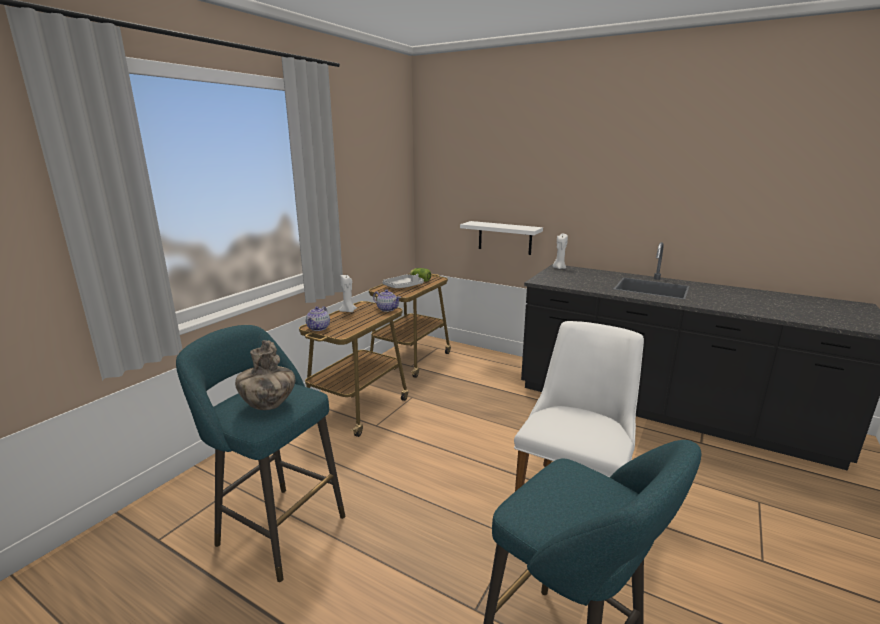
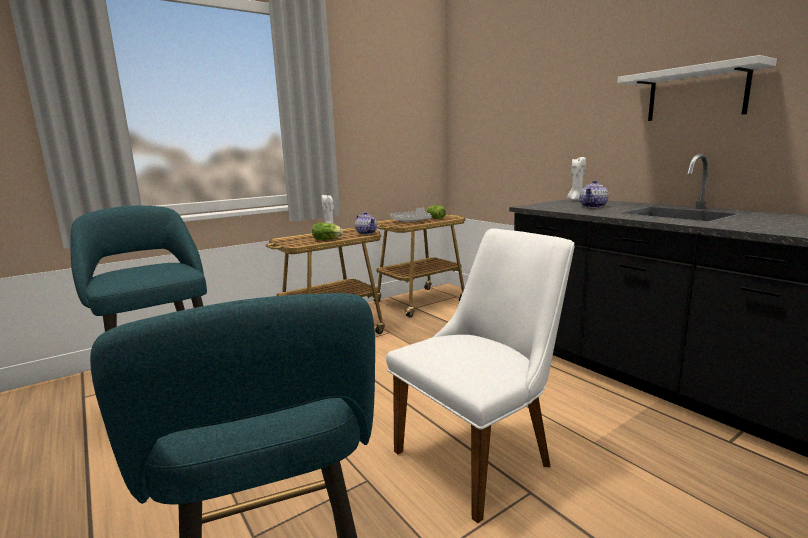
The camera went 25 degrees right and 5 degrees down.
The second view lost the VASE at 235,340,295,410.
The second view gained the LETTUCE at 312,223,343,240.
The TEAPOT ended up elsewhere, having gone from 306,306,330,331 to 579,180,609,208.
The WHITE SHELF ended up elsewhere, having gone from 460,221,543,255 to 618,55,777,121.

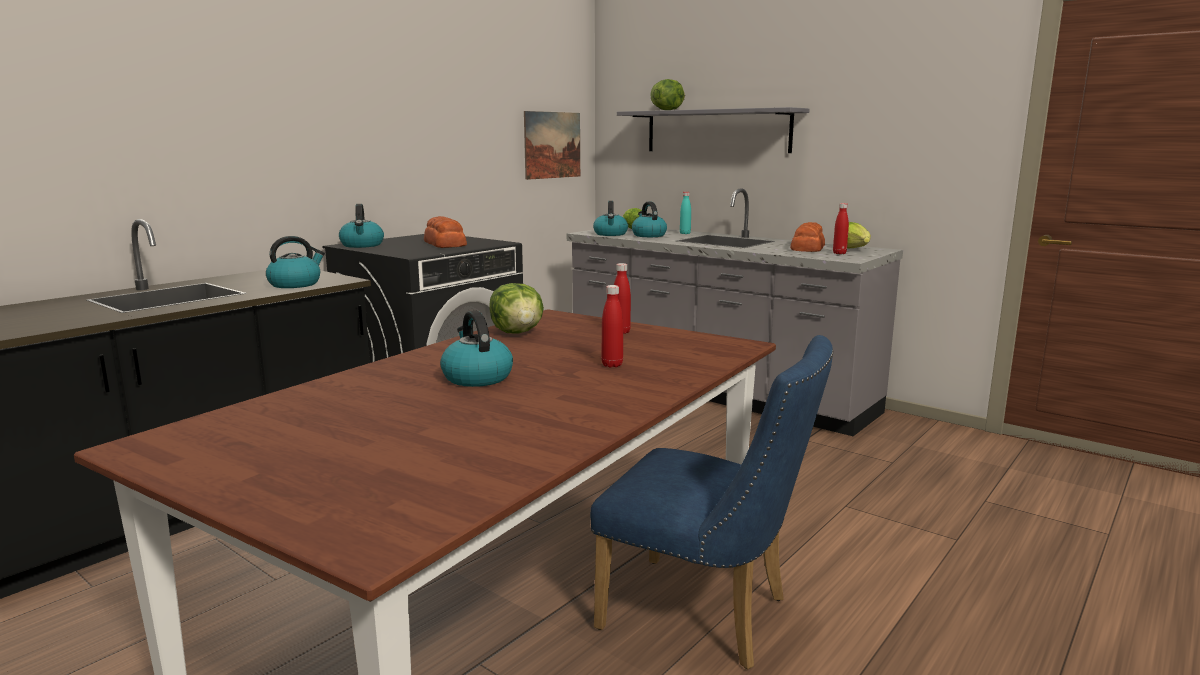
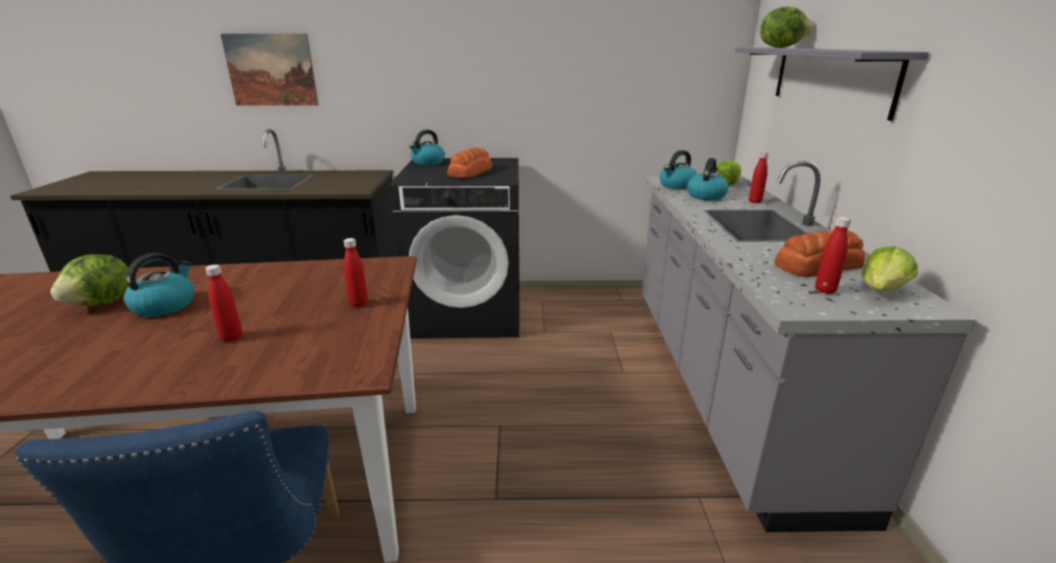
The camera went 50 degrees right and 10 degrees up.
The second view lost the KETTLE at 266,236,325,288.
The LETTUCE ended up elsewhere, having gone from 489,283,544,334 to 50,254,128,306.
The PICTURE ended up elsewhere, having gone from 524,111,580,180 to 221,34,319,106.
What was the TURQUOISE BOTTLE at 680,192,691,234 turned into the RED BOTTLE at 749,152,768,203.

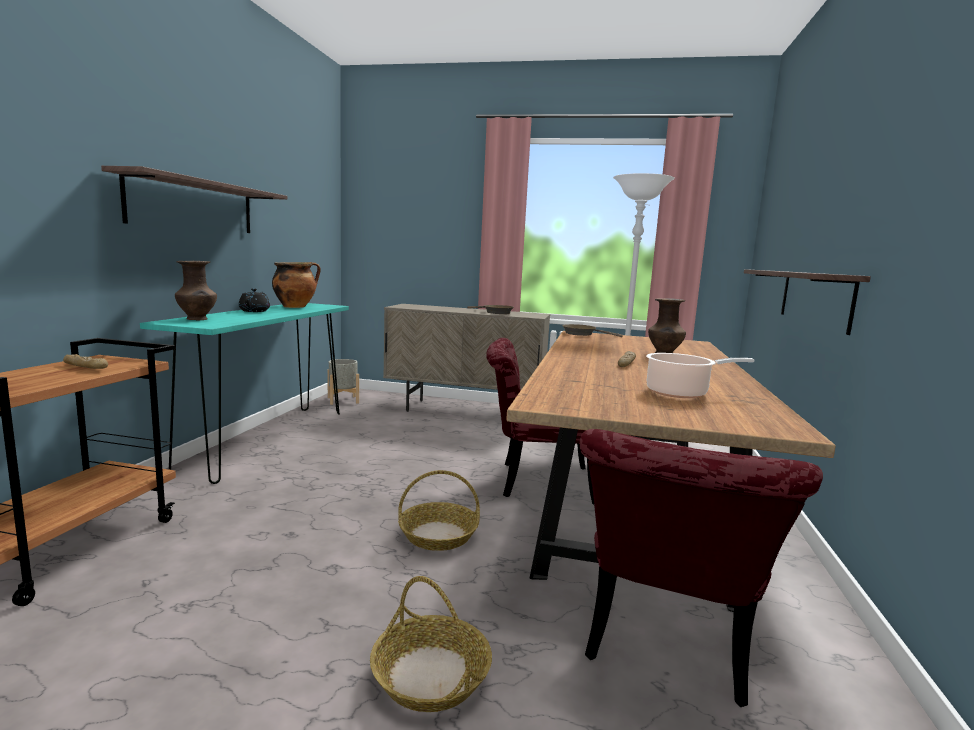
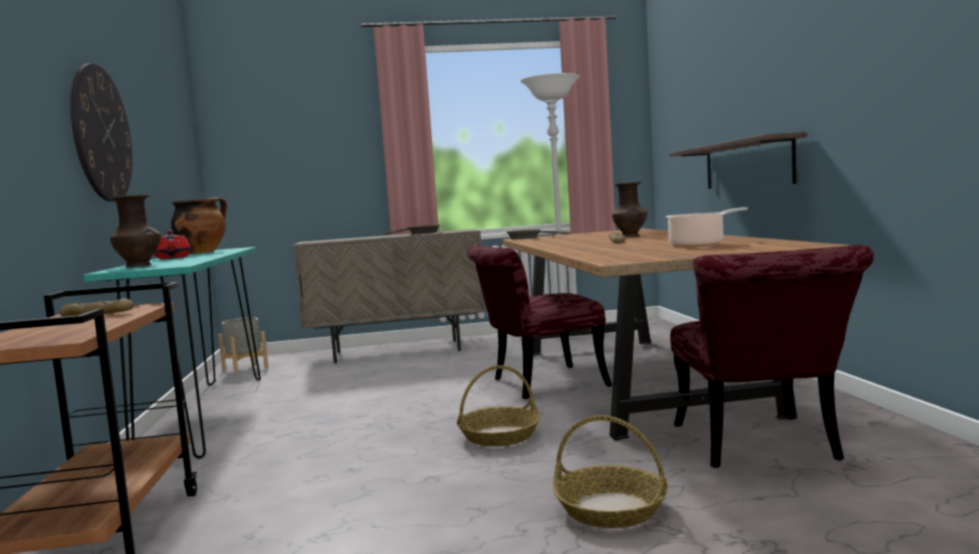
The camera went 20 degrees left and 5 degrees down.
Where the SHELF hung at 101,166,288,233, the WALL CLOCK came to hang at 70,63,133,202.
What was the BLACK TEAPOT at 239,289,270,312 turned into the RED TEAPOT at 153,231,191,259.

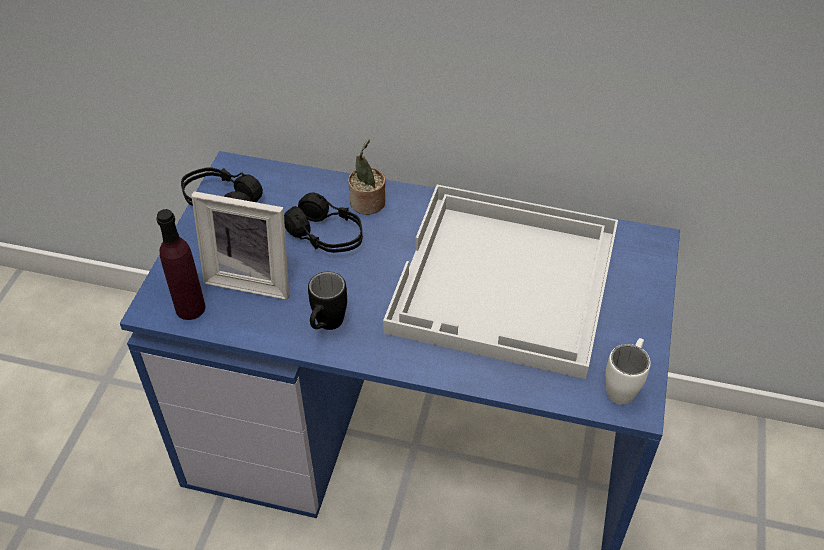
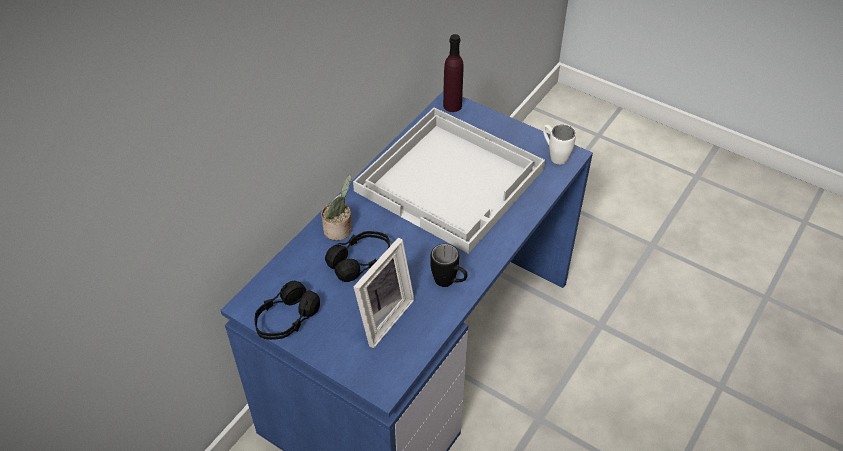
The camera went 70 degrees left and 0 degrees up.
The PURPLE BOTTLE ended up elsewhere, having gone from 156,209,205,320 to 443,34,464,112.

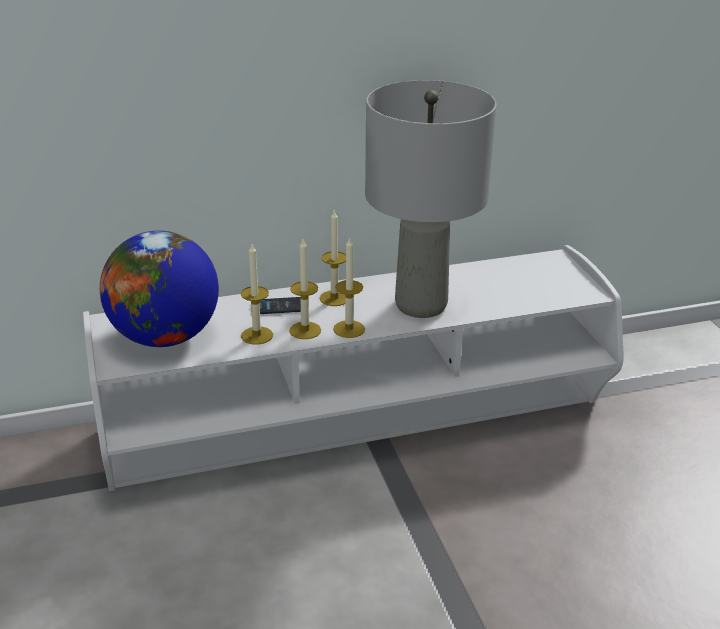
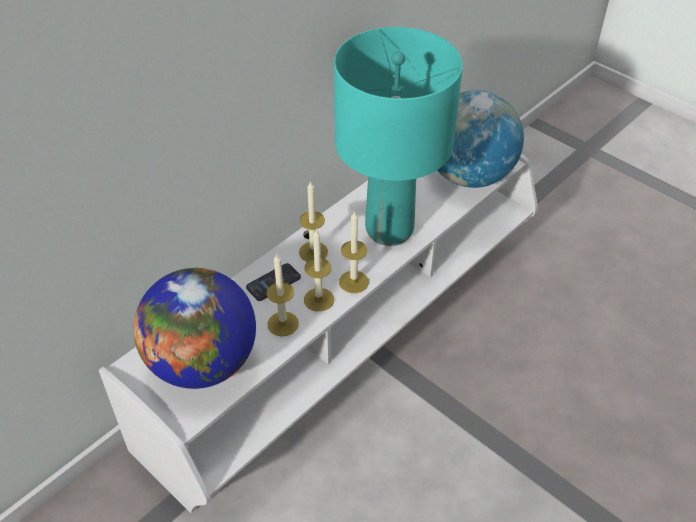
The camera went 30 degrees left and 15 degrees up.
The second view gained the GLOBE at 437,90,524,188.
What was the GREY TABLE LAMP at 365,80,497,318 turned into the TURQUOISE TABLE LAMP at 334,27,463,246.

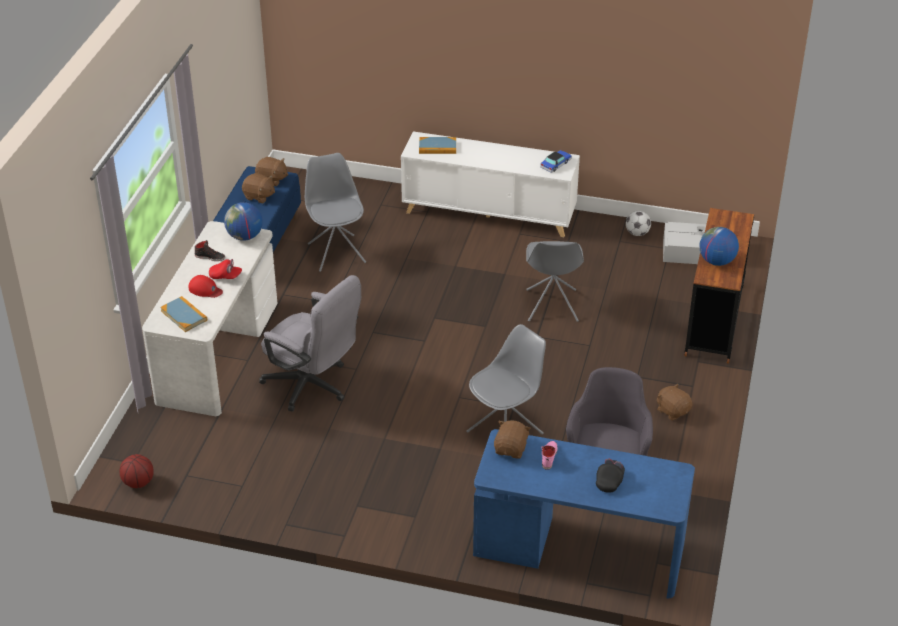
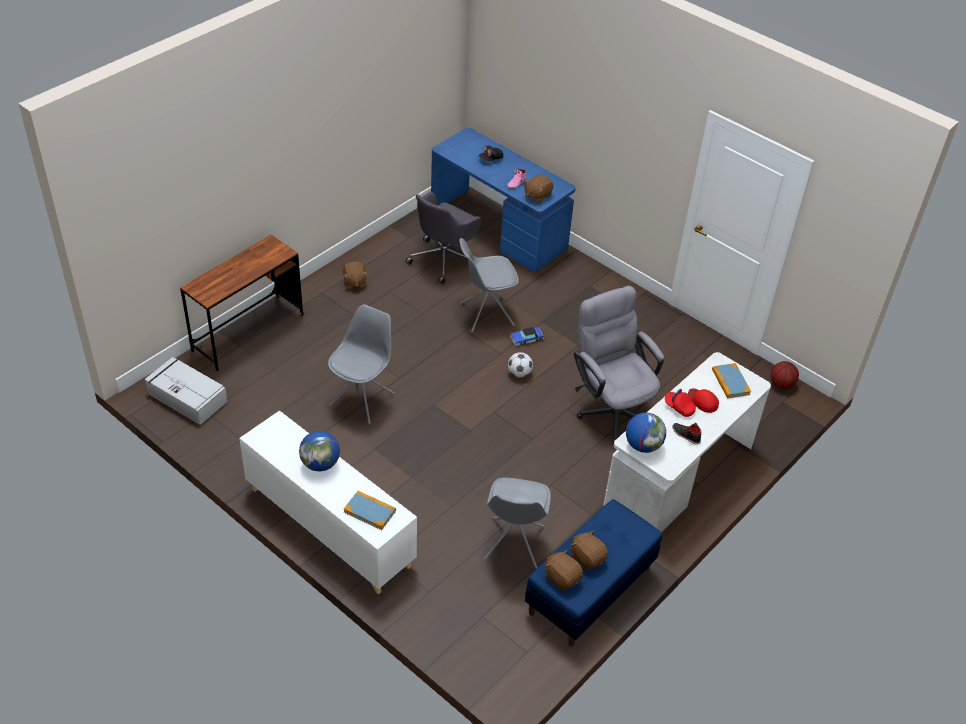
The camera went 155 degrees left and 5 degrees up.
The TOY CAR ended up elsewhere, having gone from 540,150,572,173 to 510,327,544,346.
The FOOTBALL ended up elsewhere, having gone from 626,211,651,236 to 508,352,533,378.
The GLOBE ended up elsewhere, having gone from 700,227,739,266 to 299,431,340,471.

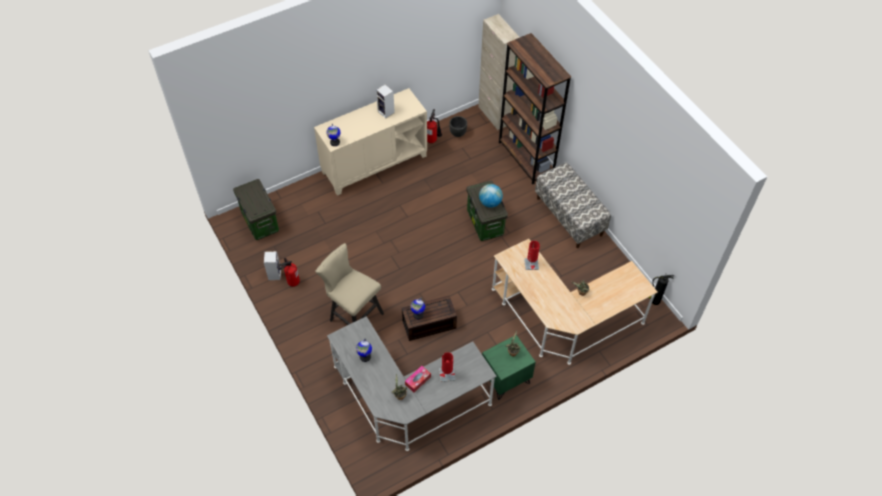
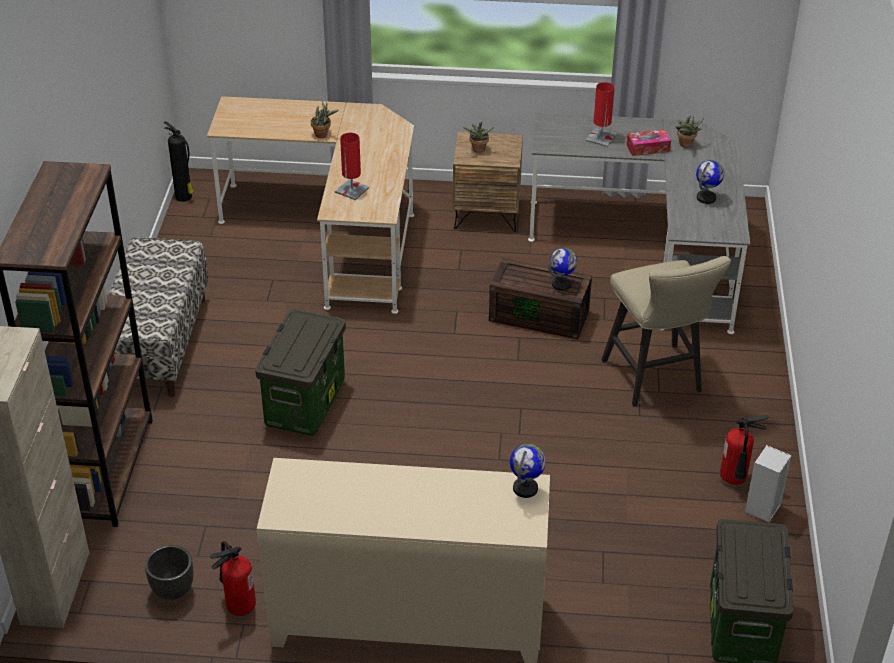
The camera went 145 degrees left and 15 degrees down.
The second view lost the SPEAKER at 376,84,395,119.
The second view lost the GLOBE at 479,184,503,208.
What was the GREEN NIGHTSTAND at 482,335,536,400 turned into the BROWN NIGHTSTAND at 453,132,523,232.

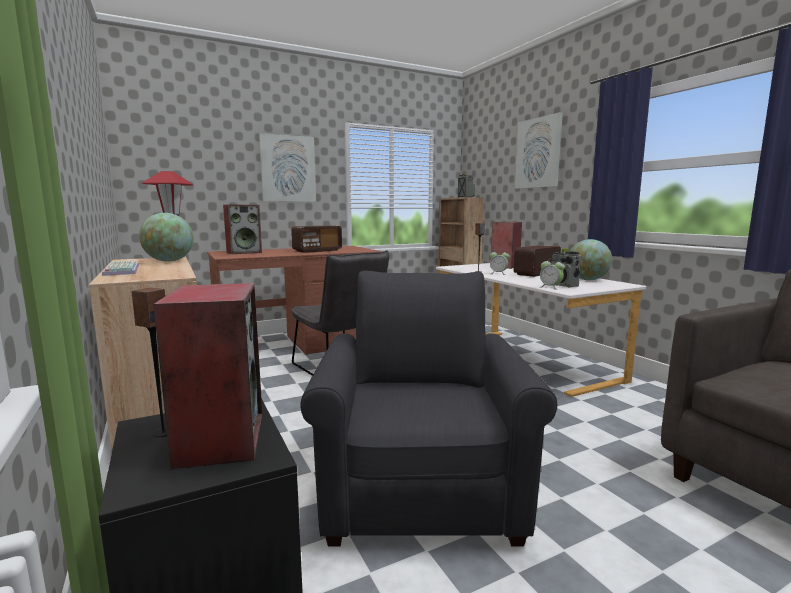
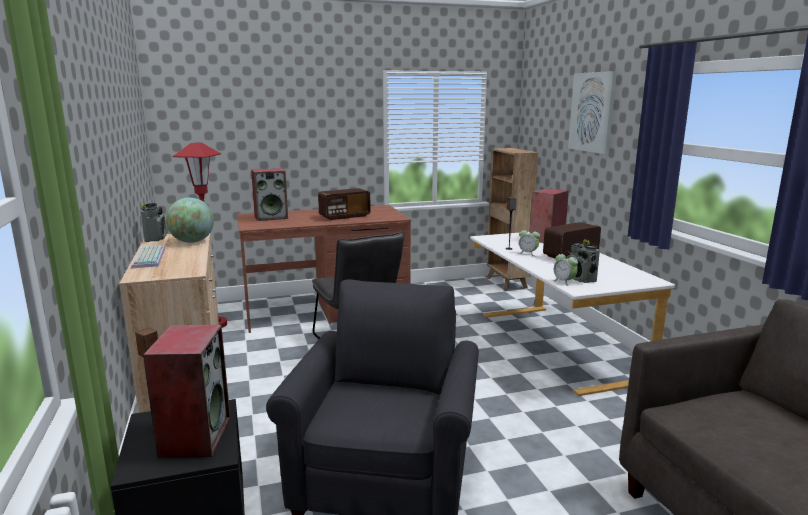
The camera went 10 degrees right and 5 degrees up.
The second view lost the PICTURE at 259,133,316,202.
The second view lost the GLOBE at 570,239,612,280.
The RADIO ended up elsewhere, having gone from 458,173,475,197 to 141,203,167,242.

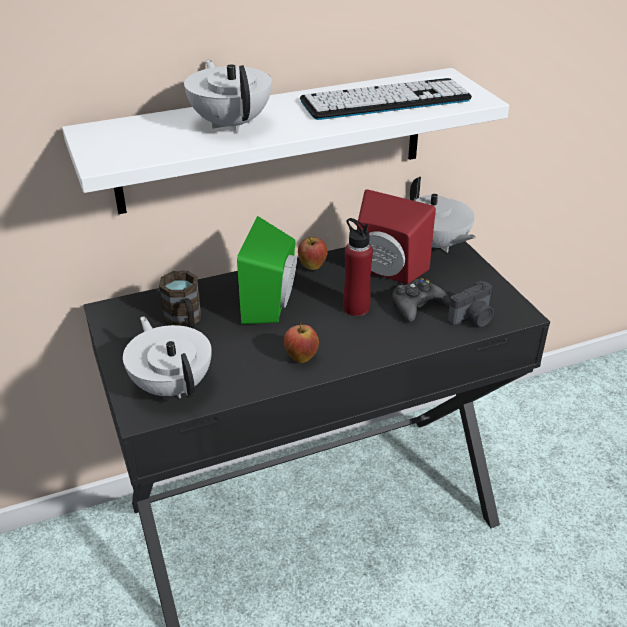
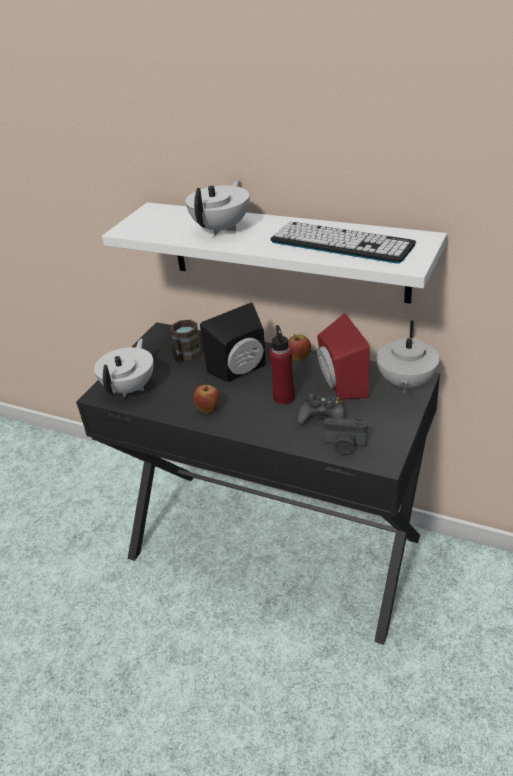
The camera went 50 degrees right and 0 degrees up.
What was the GREEN SPEAKER at 237,216,297,324 turned into the BLACK SPEAKER at 200,303,266,382.

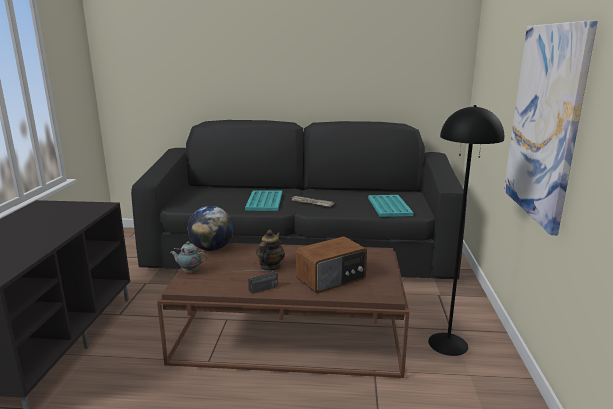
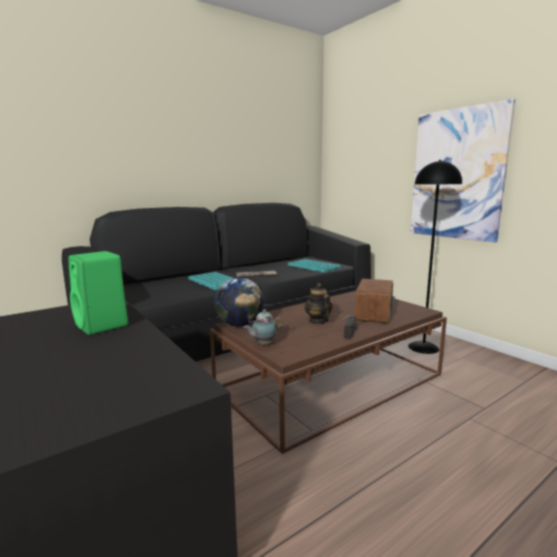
The camera went 40 degrees left and 5 degrees down.
The second view gained the GREEN SPEAKER at 68,251,128,335.

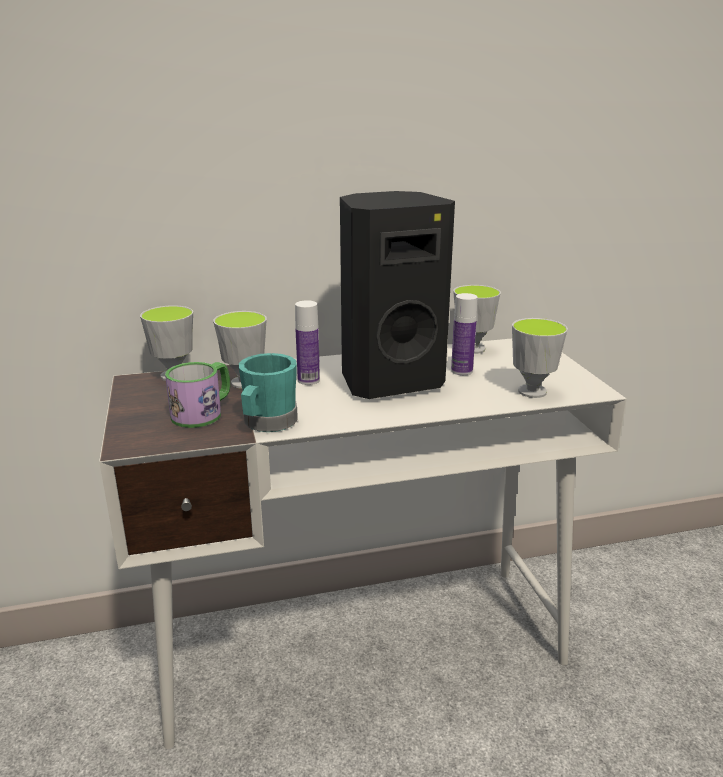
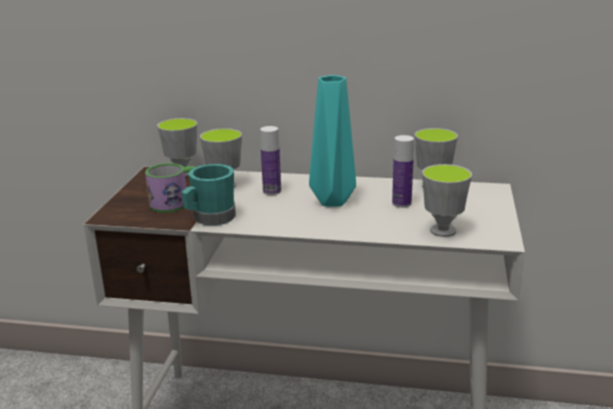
The camera went 25 degrees right and 0 degrees up.
Where the BLACK SPEAKER stood at 340,191,455,399, the TURQUOISE VASE came to stand at 309,75,356,207.

